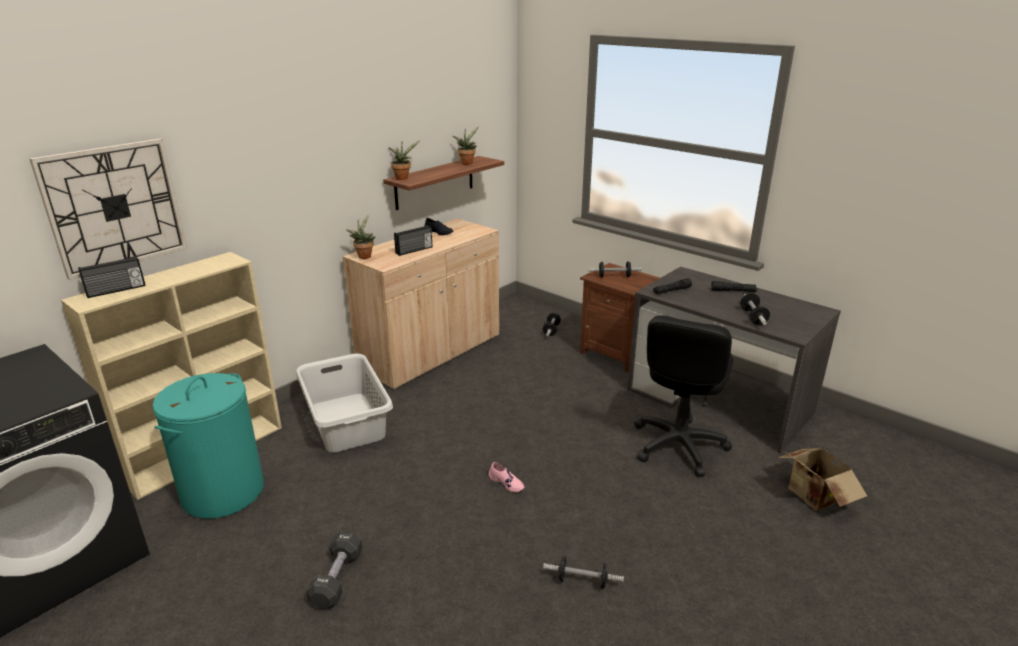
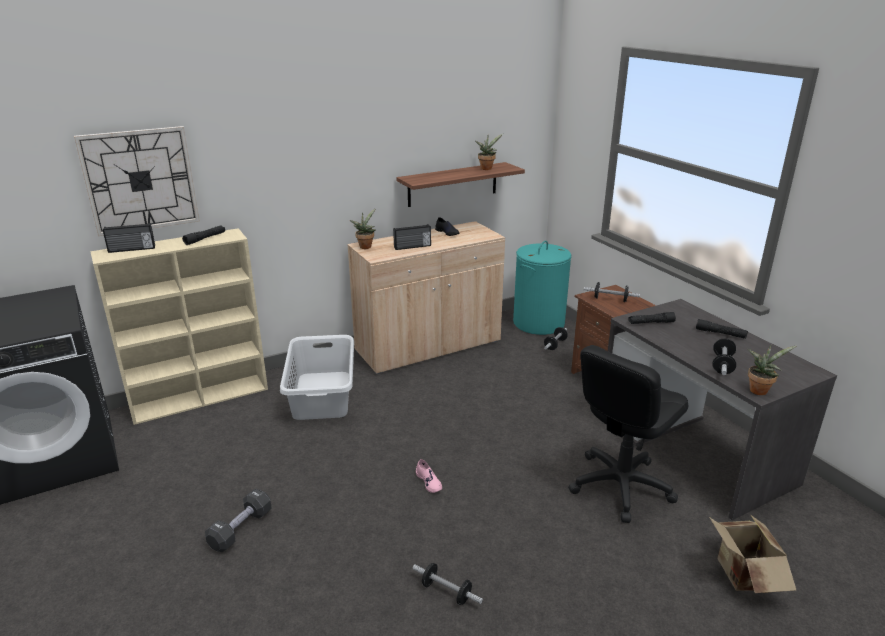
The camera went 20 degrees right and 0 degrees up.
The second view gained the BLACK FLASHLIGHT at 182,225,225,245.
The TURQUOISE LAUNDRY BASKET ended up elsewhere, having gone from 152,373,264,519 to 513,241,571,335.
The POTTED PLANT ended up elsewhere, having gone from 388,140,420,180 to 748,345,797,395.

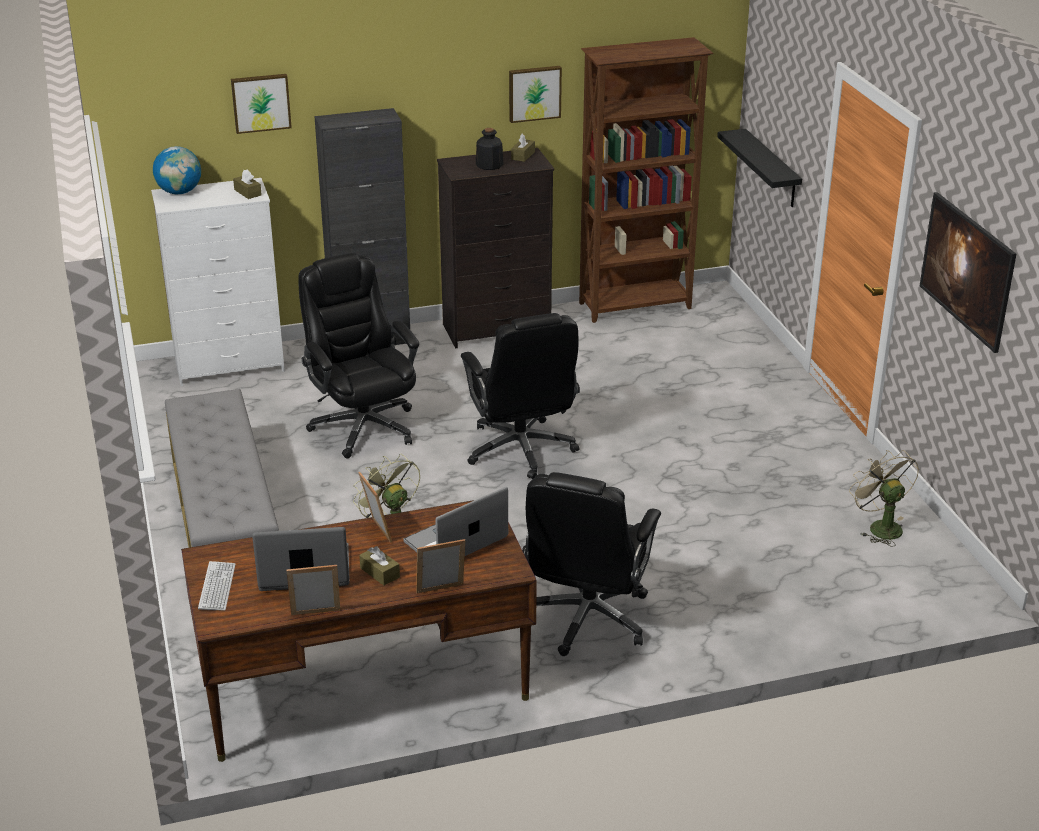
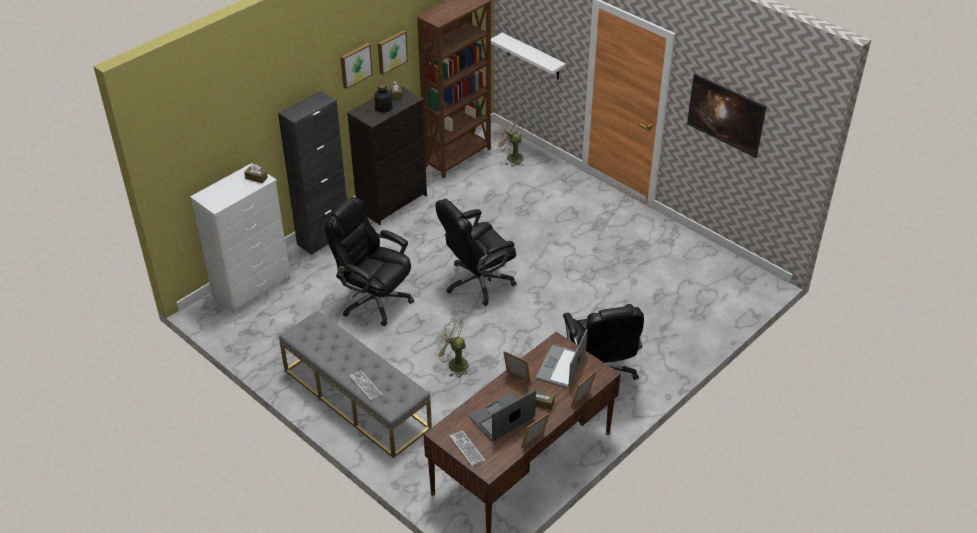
The camera went 30 degrees left and 10 degrees up.
The second view lost the GLOBE at 153,146,201,194.
The second view gained the KEYBOARD at 349,371,383,401.
The PICTURE ended up elsewhere, having gone from 231,74,292,134 to 341,43,373,89.
The BEIGE FAN ended up elsewhere, having gone from 849,450,919,547 to 495,117,524,167.
What was the BLACK SHELF at 717,129,802,207 turned into the WHITE SHELF at 491,32,566,80.
The BLACK OFFICE CHAIR at 461,313,580,479 ended up facing another way, 105 degrees clockwise from before.

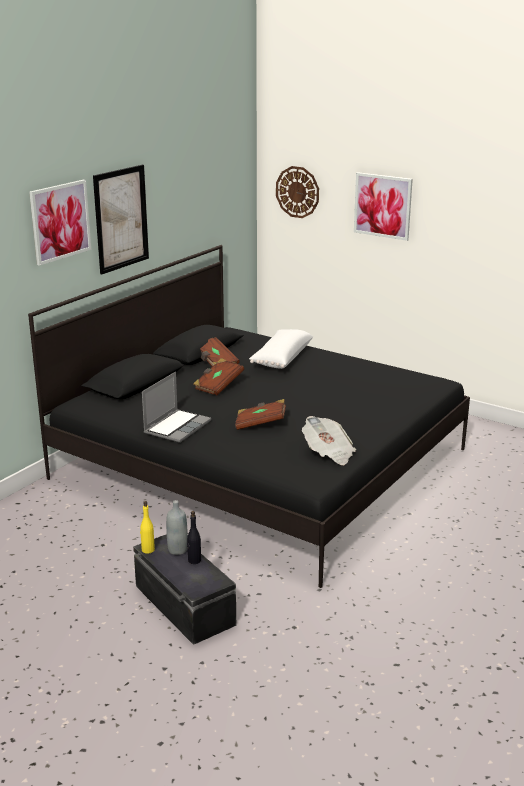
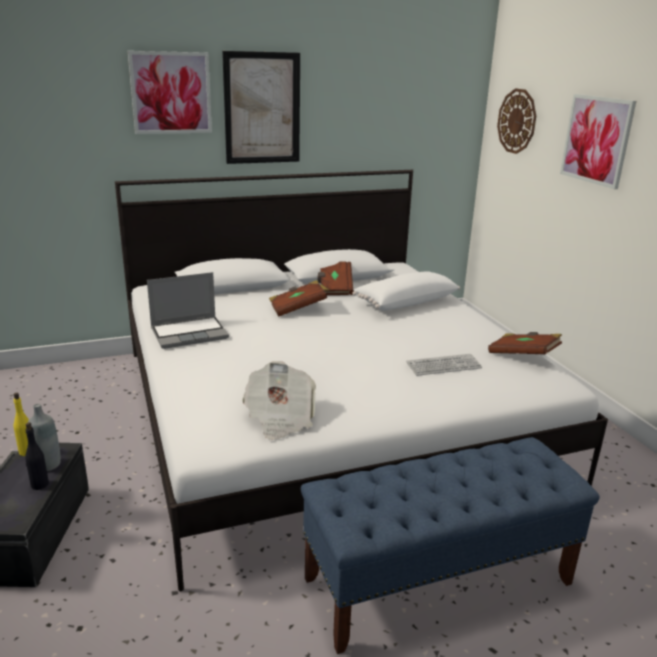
The camera went 35 degrees right and 0 degrees up.
The second view gained the BLUE BENCH at 301,437,600,654.
The second view gained the KEYBOARD at 406,354,482,376.
The BROWN BOOK ended up elsewhere, having gone from 235,399,286,430 to 488,332,562,354.
What was the BLACK BED at 28,245,470,588 turned into the WHITE BED at 115,170,608,591.

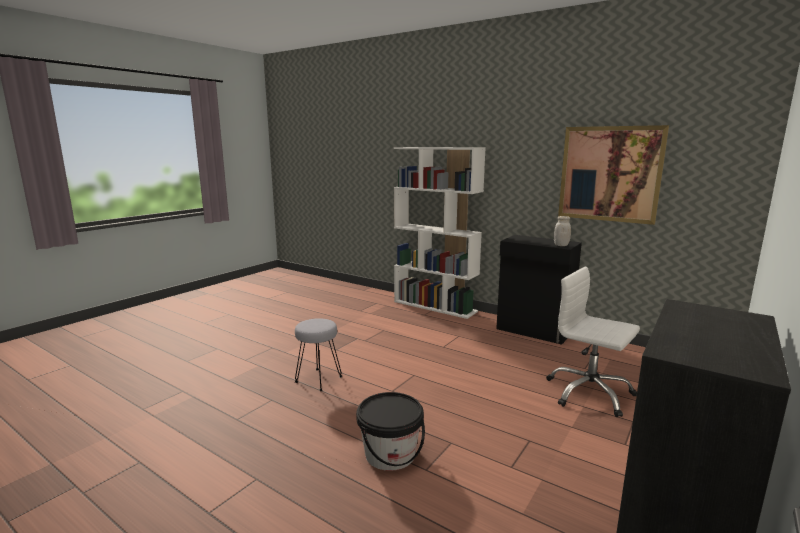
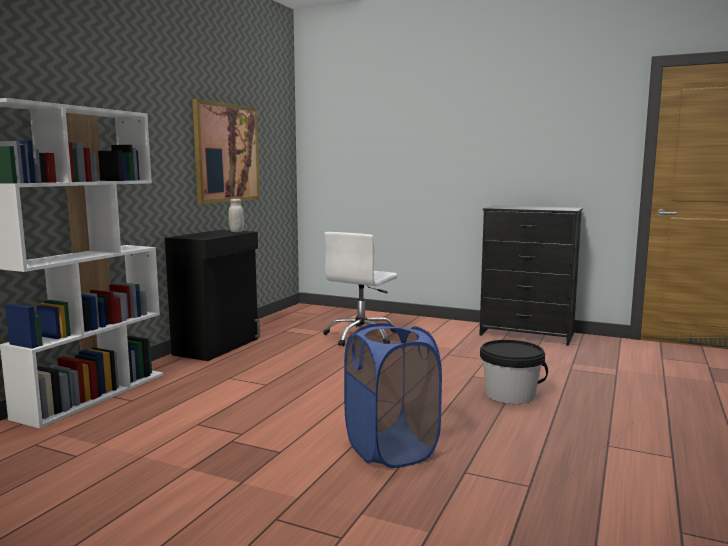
The camera went 100 degrees left and 5 degrees down.
Where the GREY STOOL stood at 295,318,342,391, the BLUE LAUNDRY BASKET came to stand at 344,323,442,468.

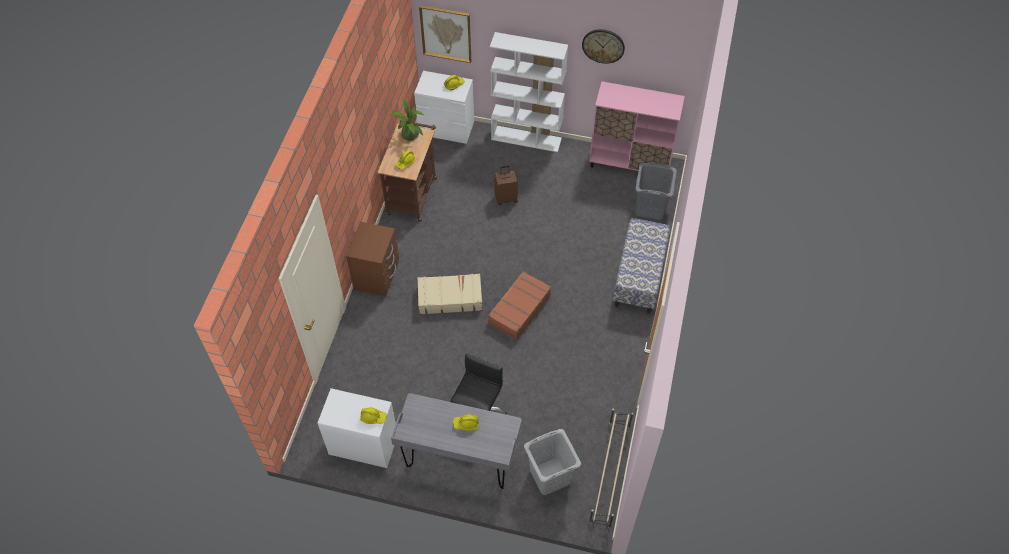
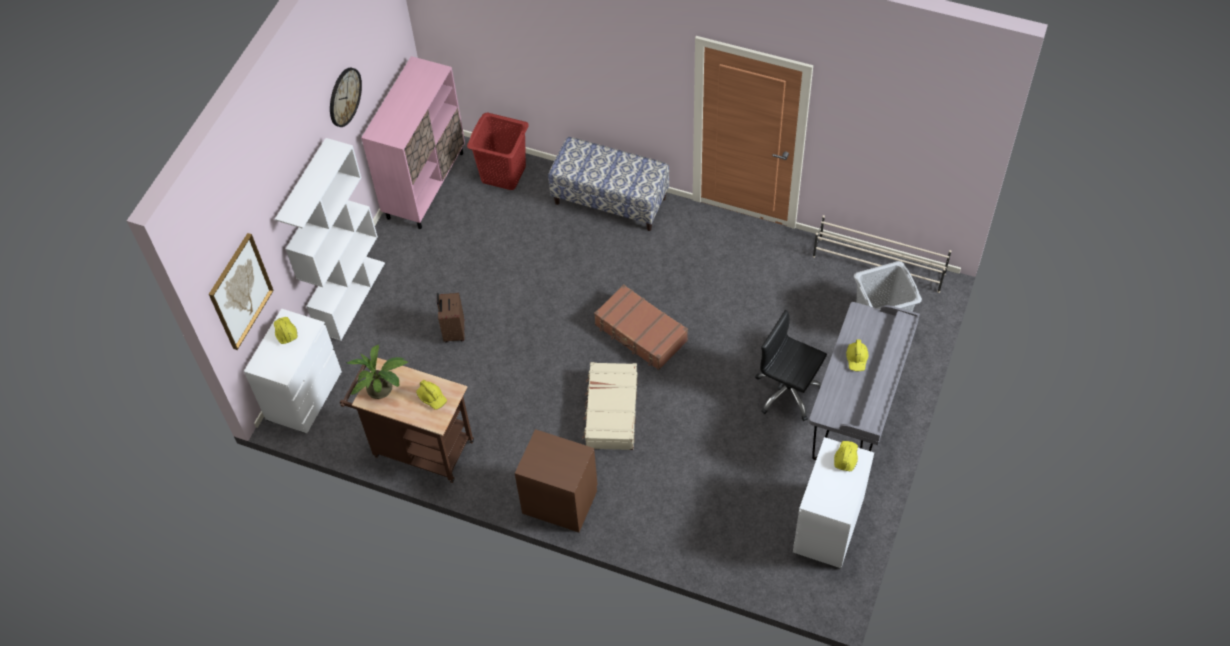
The camera went 80 degrees left and 0 degrees up.
What was the GREY LAUNDRY BASKET at 635,163,677,220 turned into the RED LAUNDRY BASKET at 467,112,529,190.

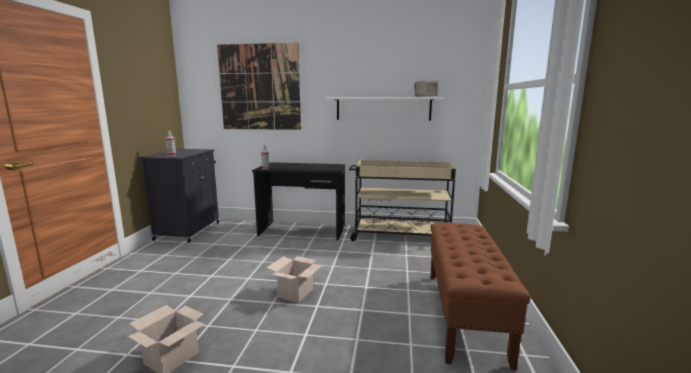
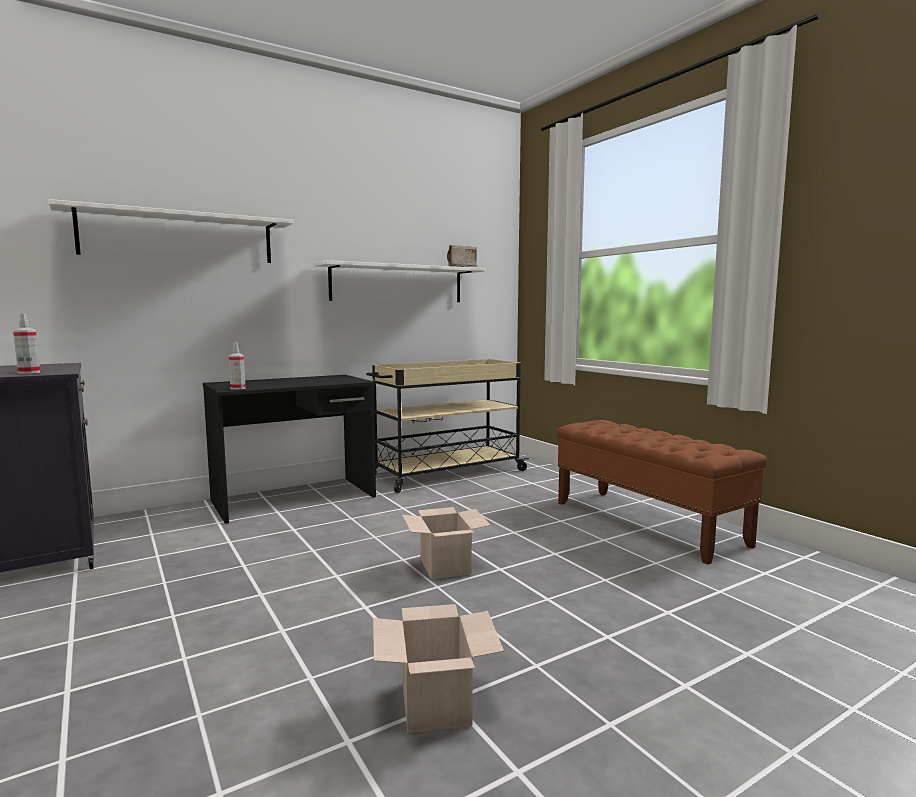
The camera went 40 degrees left and 5 degrees down.
Where the PICTURE hung at 217,43,301,130, the WHITE SHELF came to hang at 48,199,293,263.

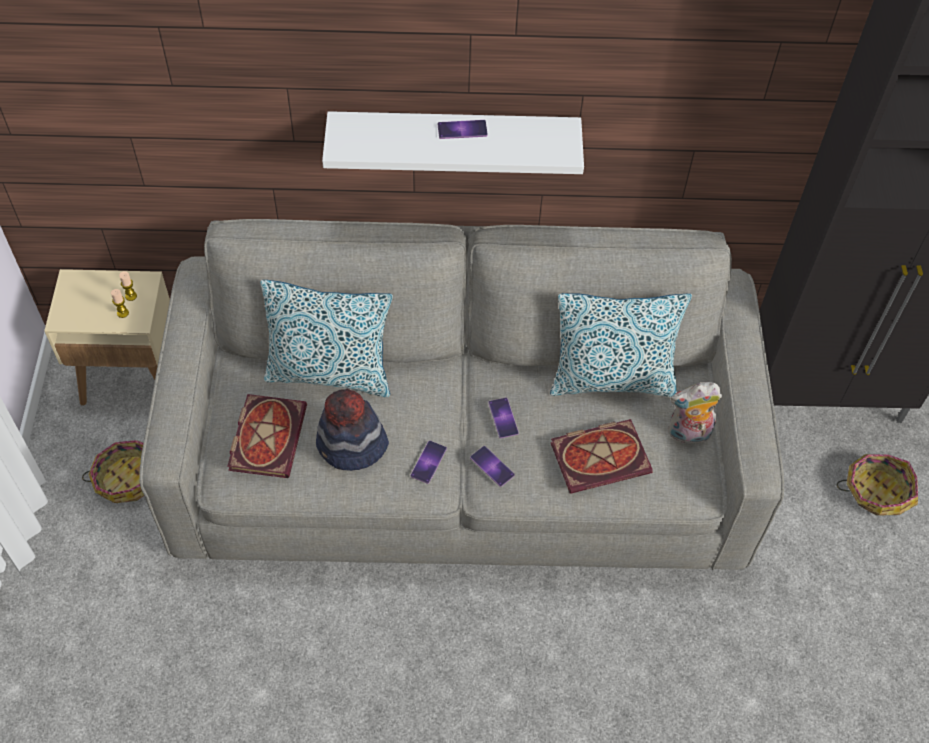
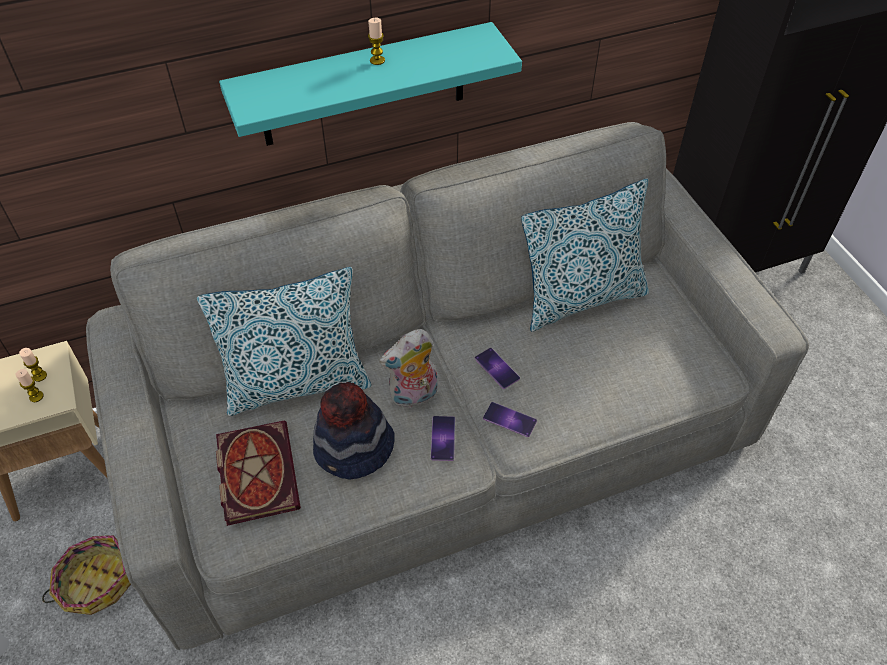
The camera went 20 degrees left and 5 degrees down.
The second view lost the BOOK at 551,419,653,494.
The second view lost the BASKET at 837,454,918,515.
The PLUSH TOY ended up elsewhere, having gone from 668,382,722,447 to 380,329,438,408.
Where the PHONE stood at 438,120,488,139, the CANDLE came to stand at 368,18,385,65.
What was the WHITE SHELF at 322,111,584,174 turned into the TURQUOISE SHELF at 219,22,522,146.

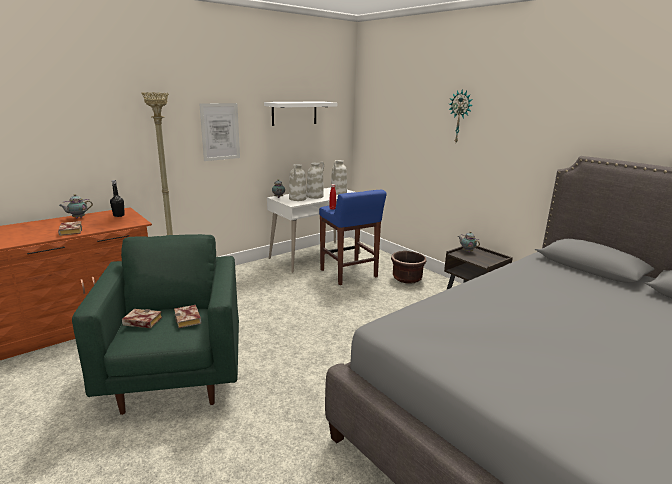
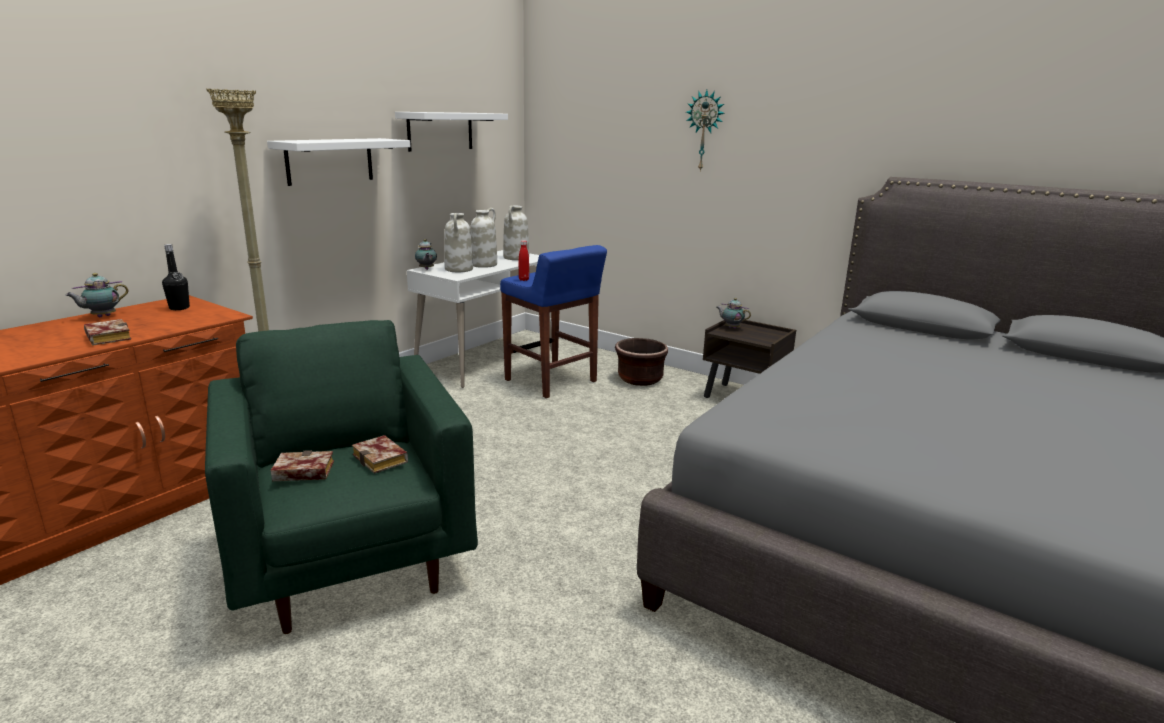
The camera went 15 degrees left and 0 degrees up.
Where the PICTURE hung at 199,103,240,161, the WHITE SHELF came to hang at 267,138,411,186.

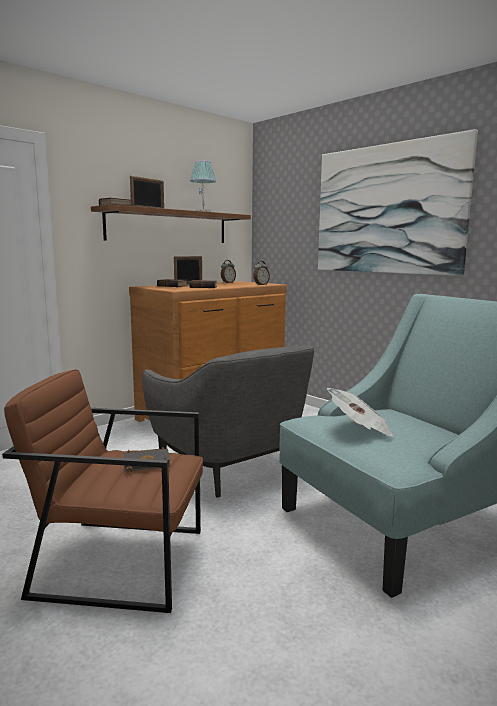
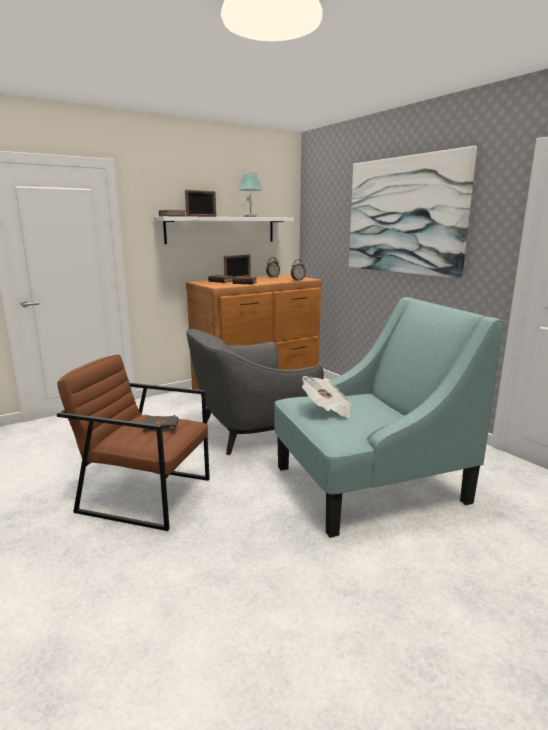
The camera went 10 degrees right and 5 degrees up.
What was the BROWN SHELF at 91,204,251,243 turned into the WHITE SHELF at 153,216,294,244.
The GREY ARMCHAIR at 142,345,314,497 ended up facing another way, 90 degrees clockwise from before.

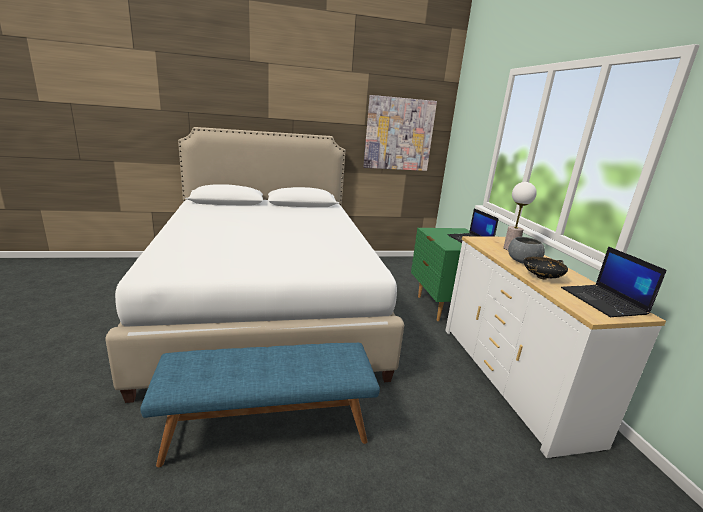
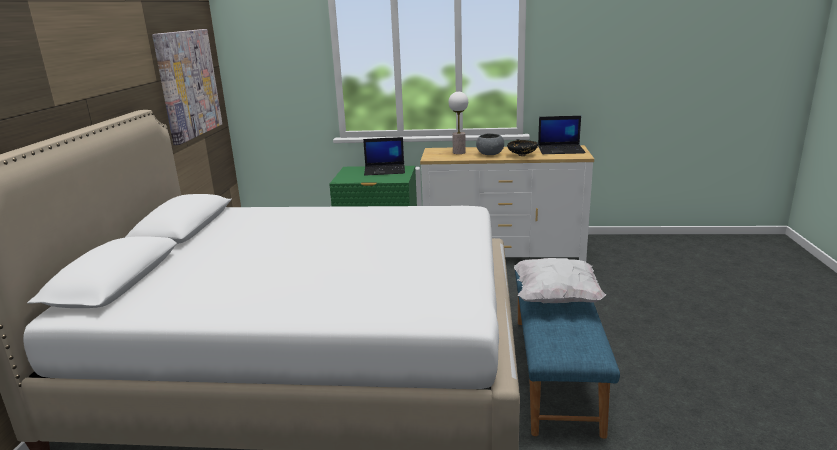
The camera went 70 degrees left and 0 degrees up.
The second view gained the WHITE PILLOW at 514,258,606,303.

